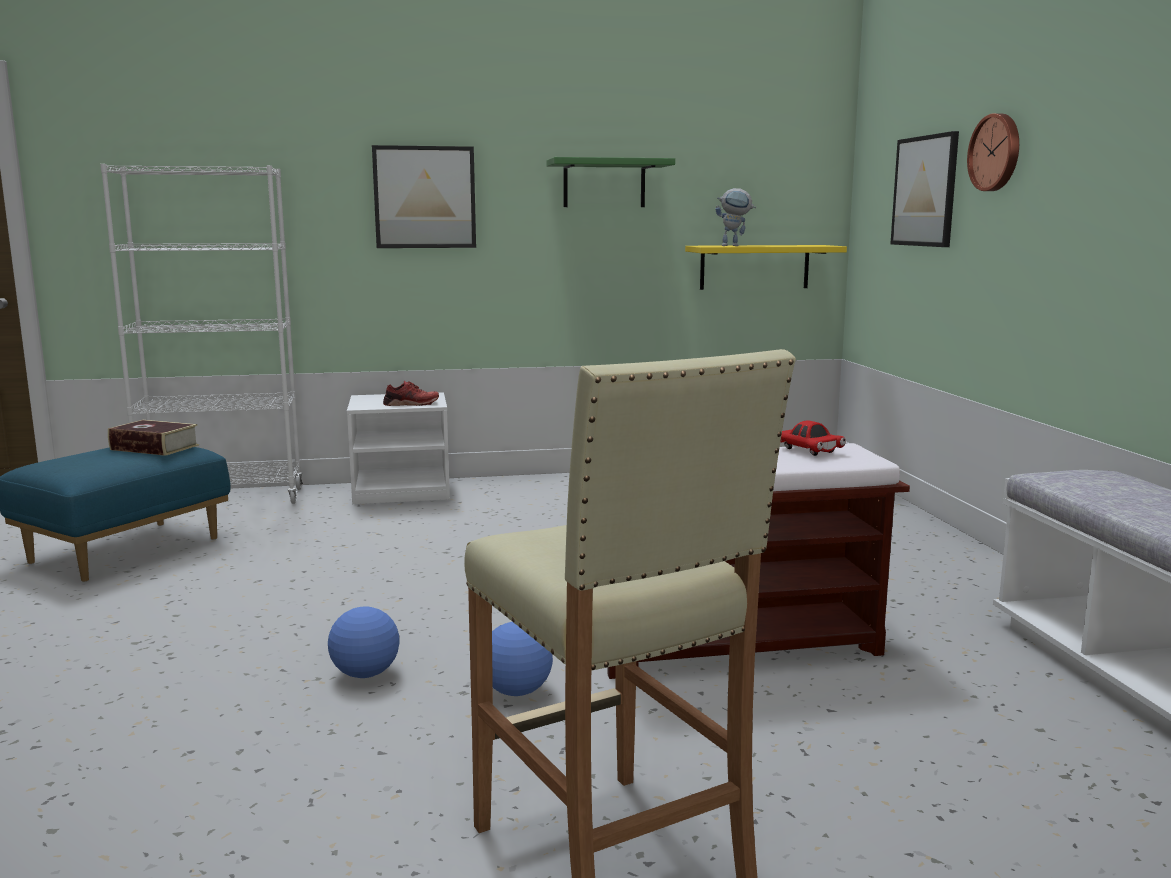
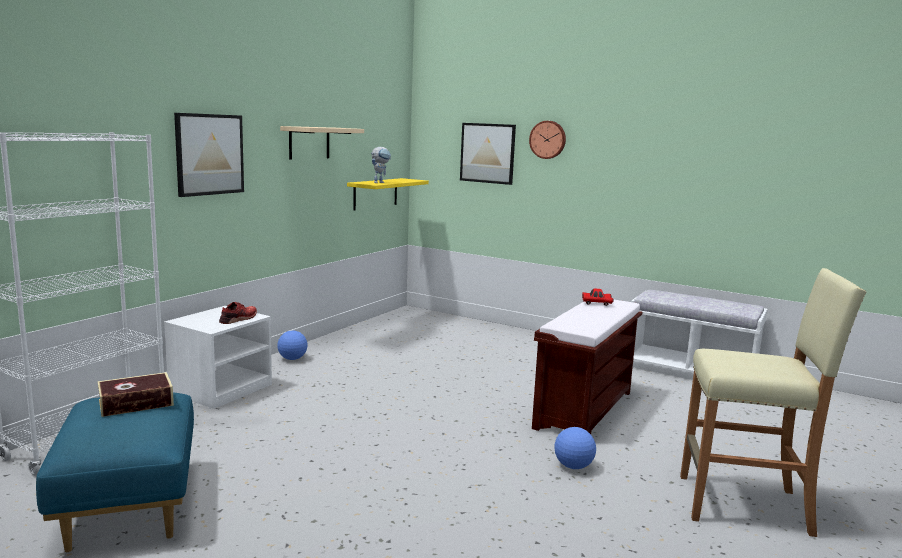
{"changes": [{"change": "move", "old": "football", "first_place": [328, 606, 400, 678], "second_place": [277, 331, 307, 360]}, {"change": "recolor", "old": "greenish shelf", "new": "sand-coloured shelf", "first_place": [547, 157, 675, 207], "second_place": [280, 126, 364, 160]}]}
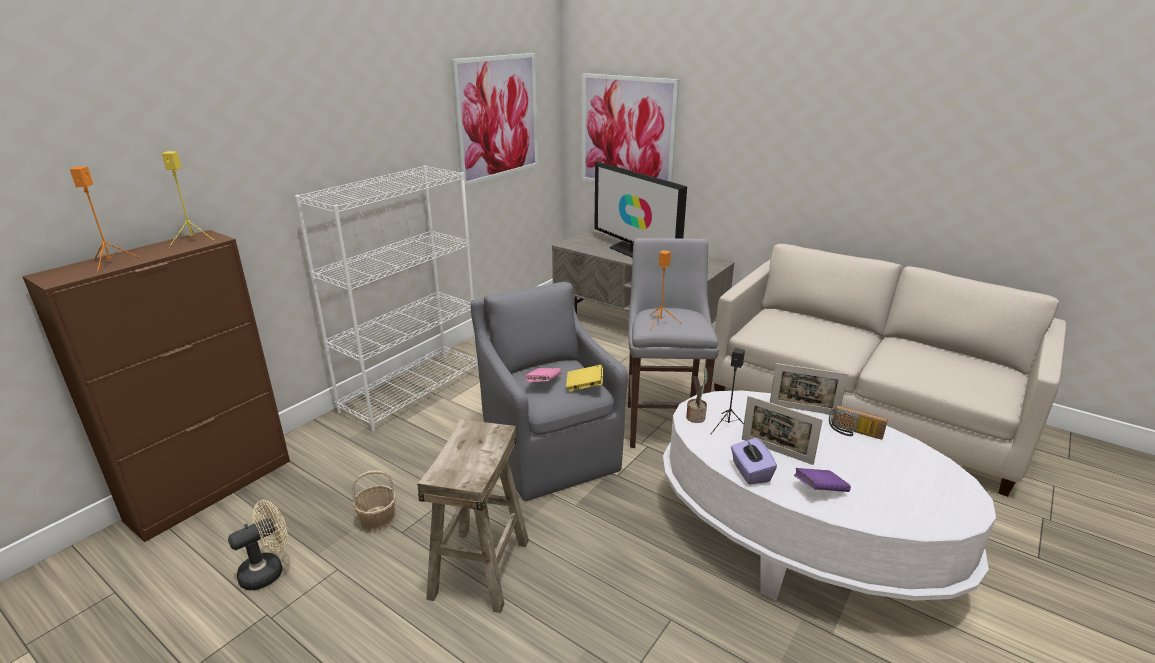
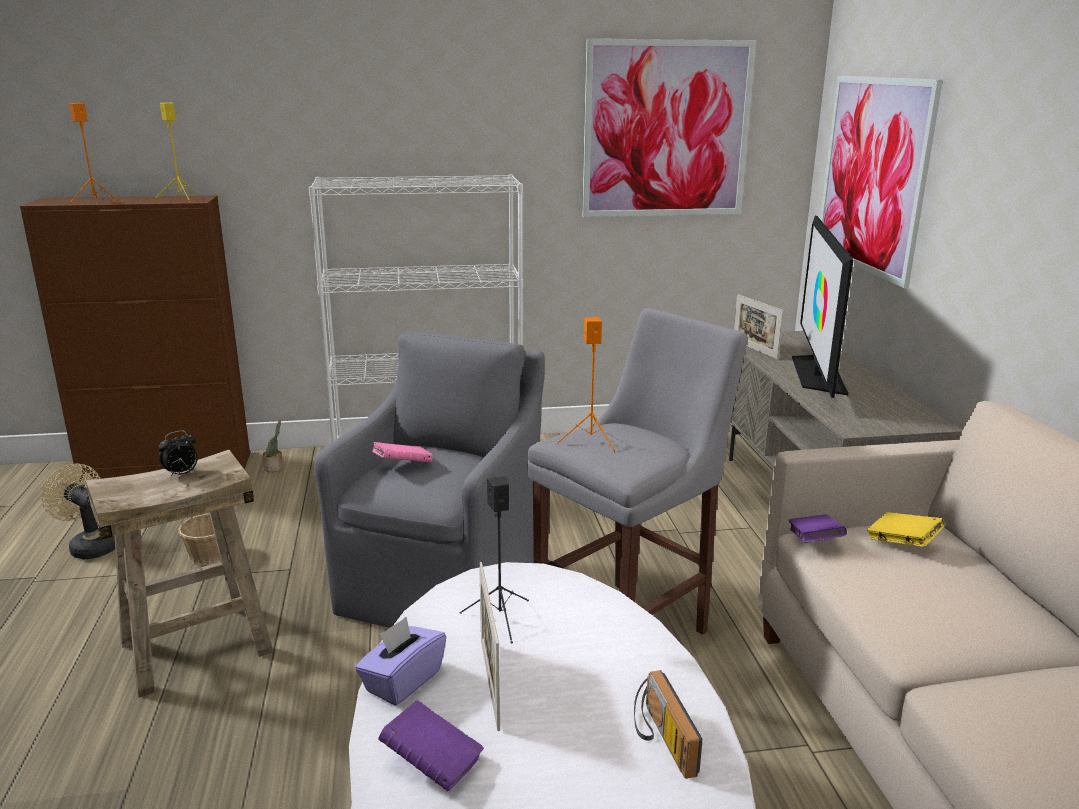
{"changes": [{"change": "rotate", "old": "sand-coloured cooling fan", "first_place": [228, 500, 288, 590], "second_place": [42, 463, 115, 559], "degrees": -150}, {"change": "insert", "new": "bedside clock", "second_place": [158, 431, 198, 478]}, {"change": "move", "old": "houseplant", "first_place": [686, 367, 708, 423], "second_place": [262, 420, 283, 472]}, {"change": "move", "old": "picture frame", "first_place": [770, 363, 848, 415], "second_place": [734, 294, 784, 359]}, {"change": "insert", "new": "purplish book", "second_place": [788, 515, 847, 543]}, {"change": "move", "old": "yellowish book", "first_place": [566, 365, 603, 391], "second_place": [867, 512, 945, 547]}]}
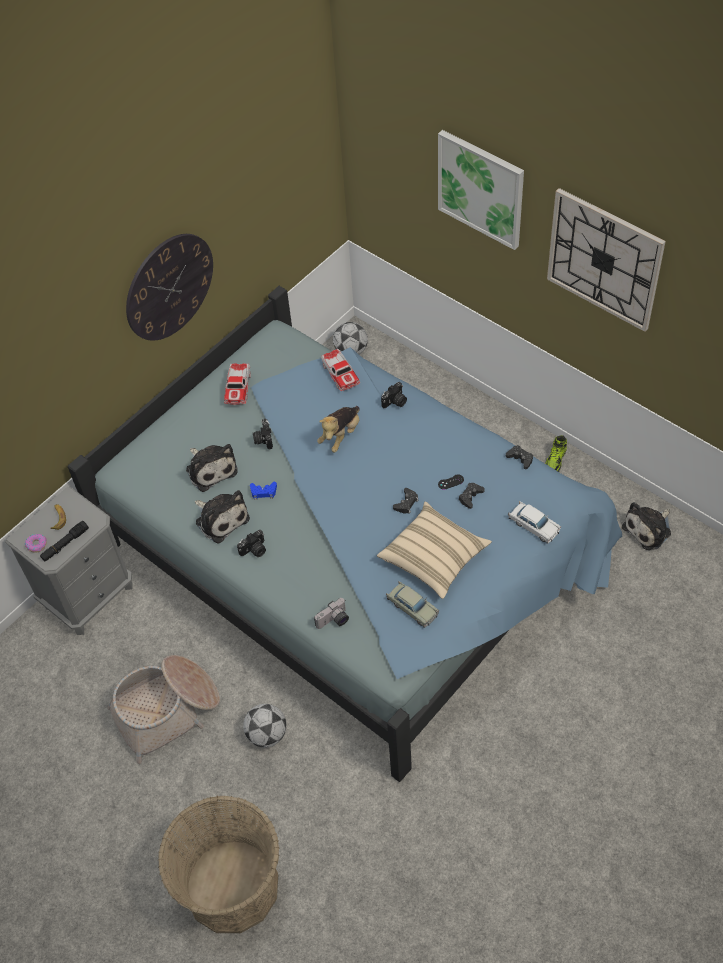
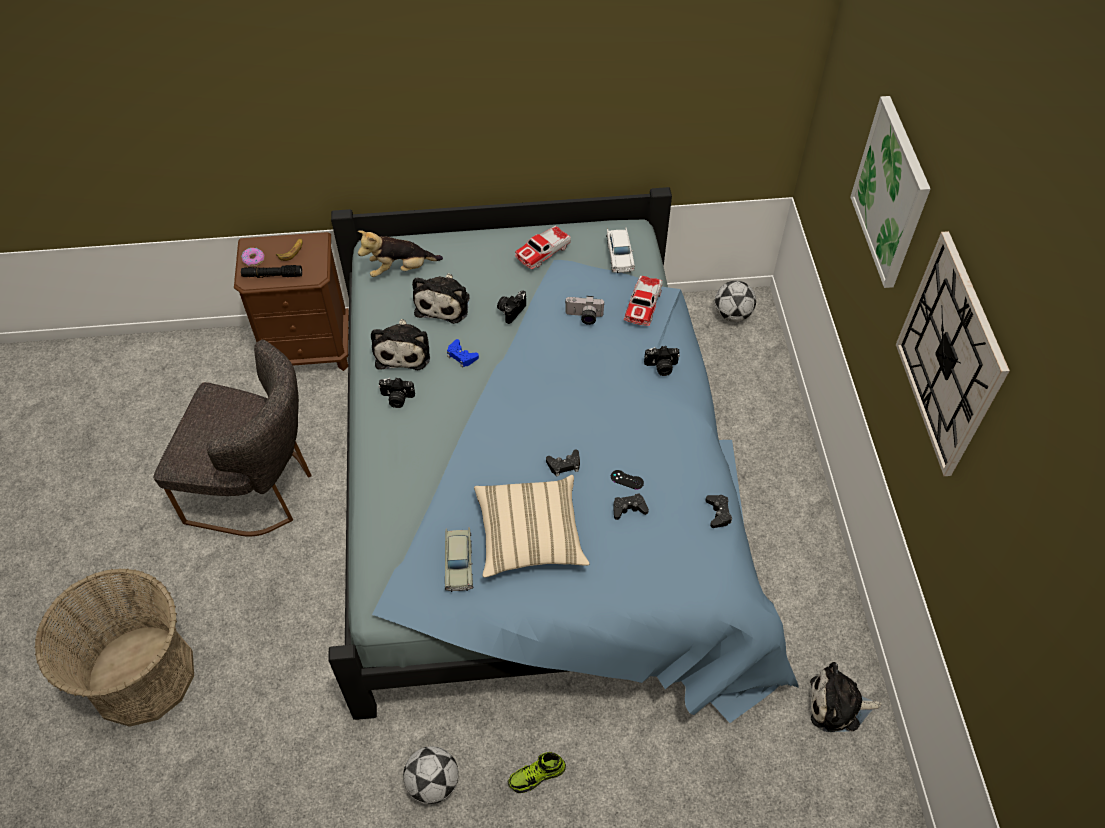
{"changes": [{"change": "replace", "old": "storage basket", "new": "gray plain chair", "first_place": [107, 655, 220, 764], "second_place": [153, 340, 312, 537]}, {"change": "recolor", "old": "gray night table", "new": "brownish night table", "first_place": [5, 486, 133, 635], "second_place": [234, 232, 349, 371]}, {"change": "move", "old": "soft toy", "first_place": [317, 406, 359, 453], "second_place": [358, 230, 443, 277]}, {"change": "move", "old": "football", "first_place": [243, 704, 286, 748], "second_place": [403, 746, 459, 804]}, {"change": "move", "old": "shoe", "first_place": [545, 435, 567, 472], "second_place": [508, 752, 566, 793]}, {"change": "move", "old": "photo camera", "first_place": [314, 598, 349, 629], "second_place": [565, 296, 604, 325]}, {"change": "move", "old": "whitish toy car", "first_place": [508, 501, 561, 544], "second_place": [606, 228, 635, 273]}, {"change": "delete", "old": "clock on the wall", "first_place": [126, 234, 213, 341]}]}
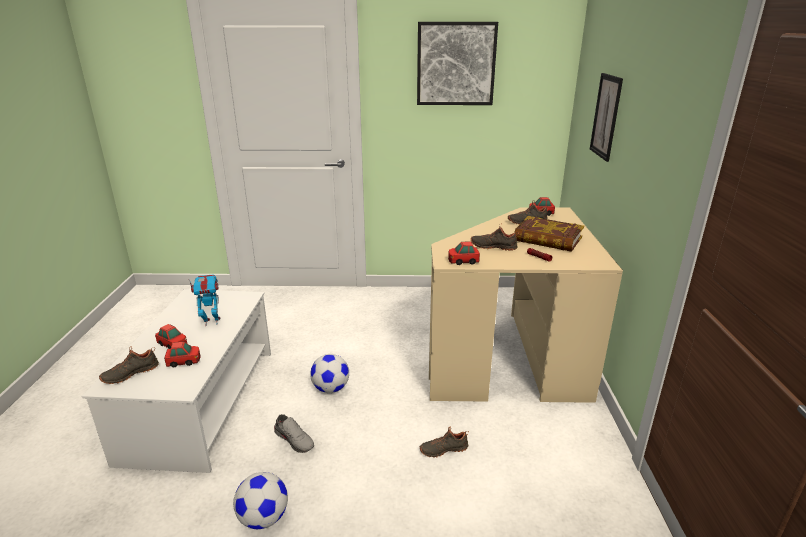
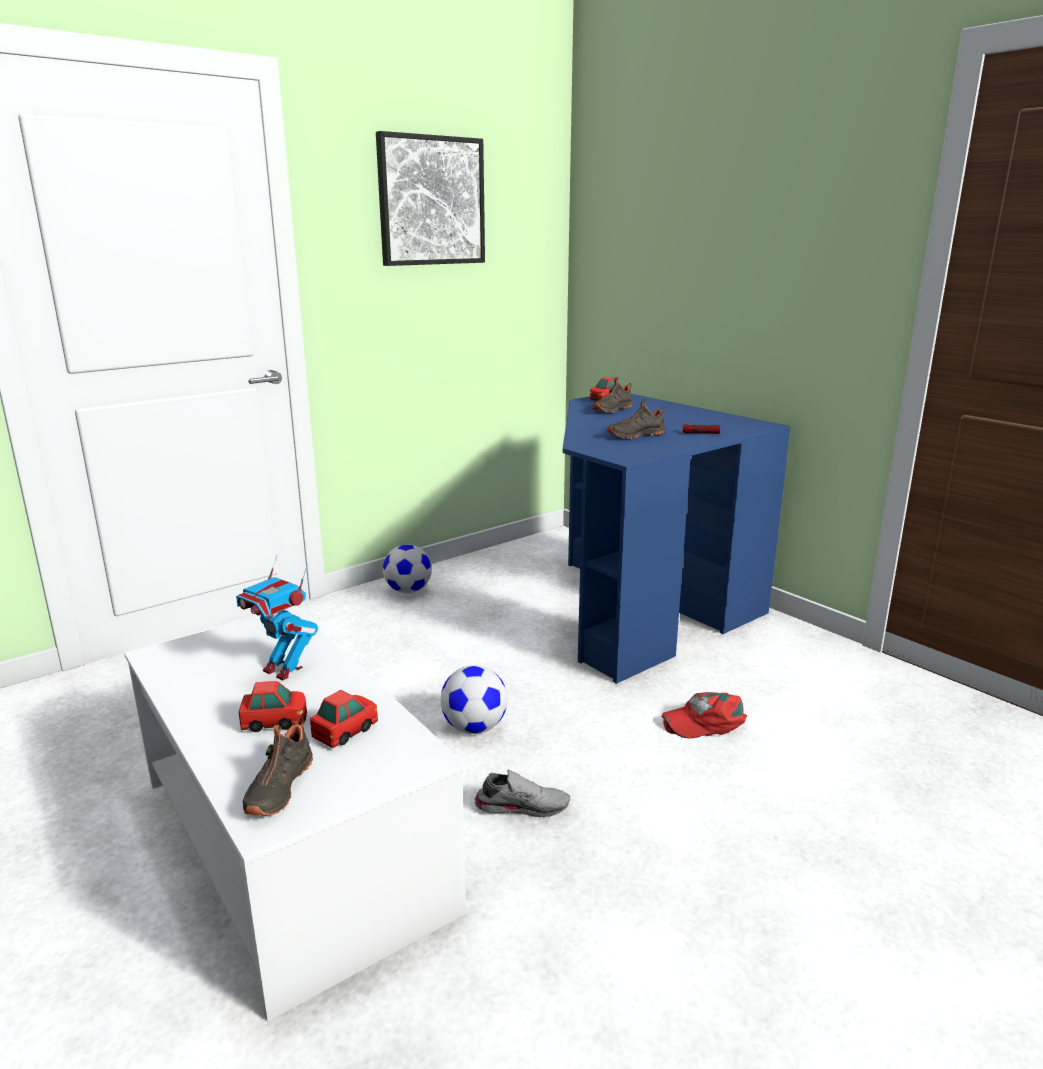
{"changes": [{"change": "rotate", "old": "model robot", "first_place": [189, 274, 220, 325], "second_place": [236, 555, 318, 680], "degrees": -90}, {"change": "move", "old": "football", "first_place": [233, 472, 288, 529], "second_place": [383, 544, 432, 593]}, {"change": "recolor", "old": "sand-coloured desk table", "new": "blue-coloured desk table", "first_place": [429, 207, 623, 403], "second_place": [563, 394, 791, 684]}, {"change": "replace", "old": "black shoe", "new": "reddish cap", "first_place": [420, 427, 469, 458], "second_place": [662, 692, 747, 738]}, {"change": "delete", "old": "toy car", "first_place": [448, 241, 480, 265]}, {"change": "delete", "old": "book", "first_place": [514, 216, 584, 252]}, {"change": "delete", "old": "wall art", "first_place": [590, 73, 623, 162]}]}
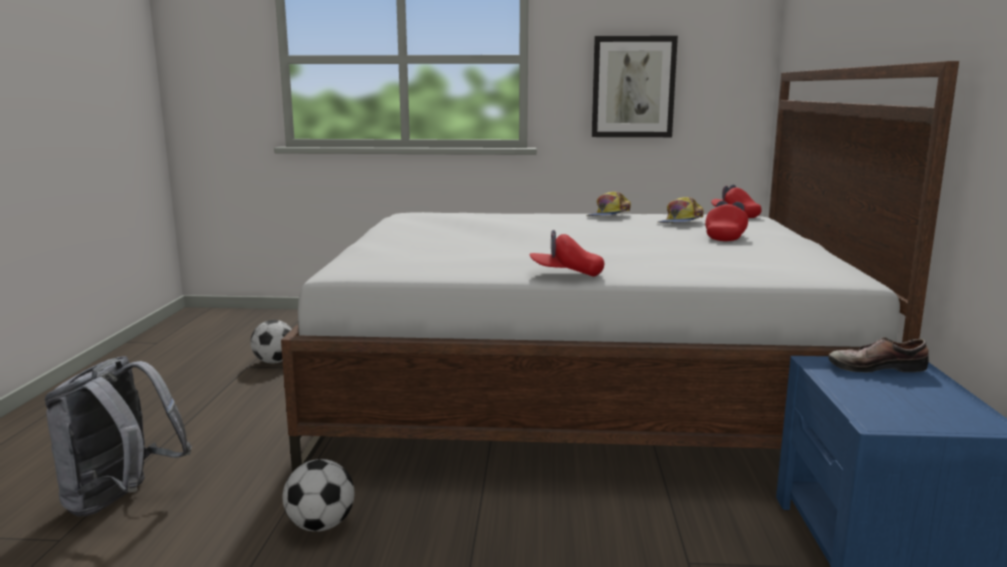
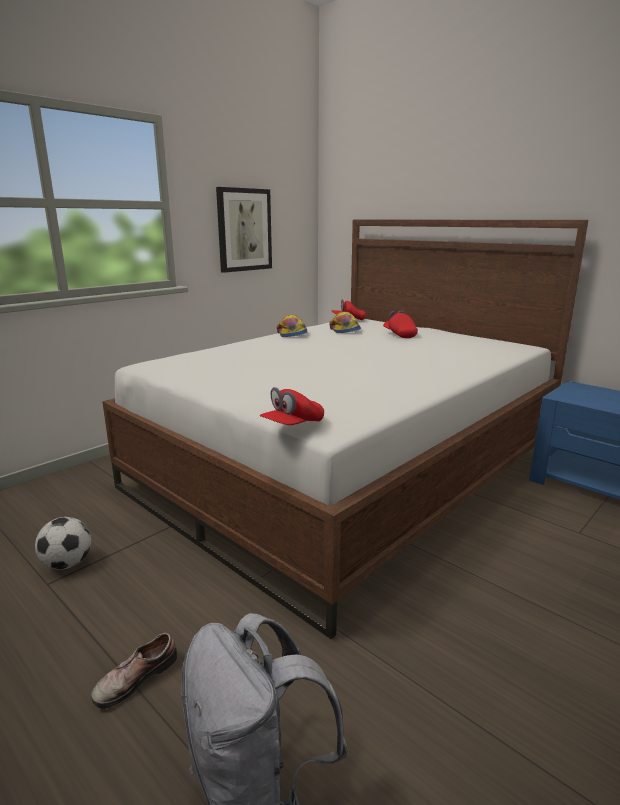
{"changes": [{"change": "move", "old": "shoe", "first_place": [828, 337, 929, 372], "second_place": [91, 633, 177, 709]}, {"change": "move", "old": "reddish cap", "first_place": [529, 230, 604, 277], "second_place": [260, 387, 324, 425]}, {"change": "delete", "old": "football", "first_place": [283, 459, 354, 532]}]}
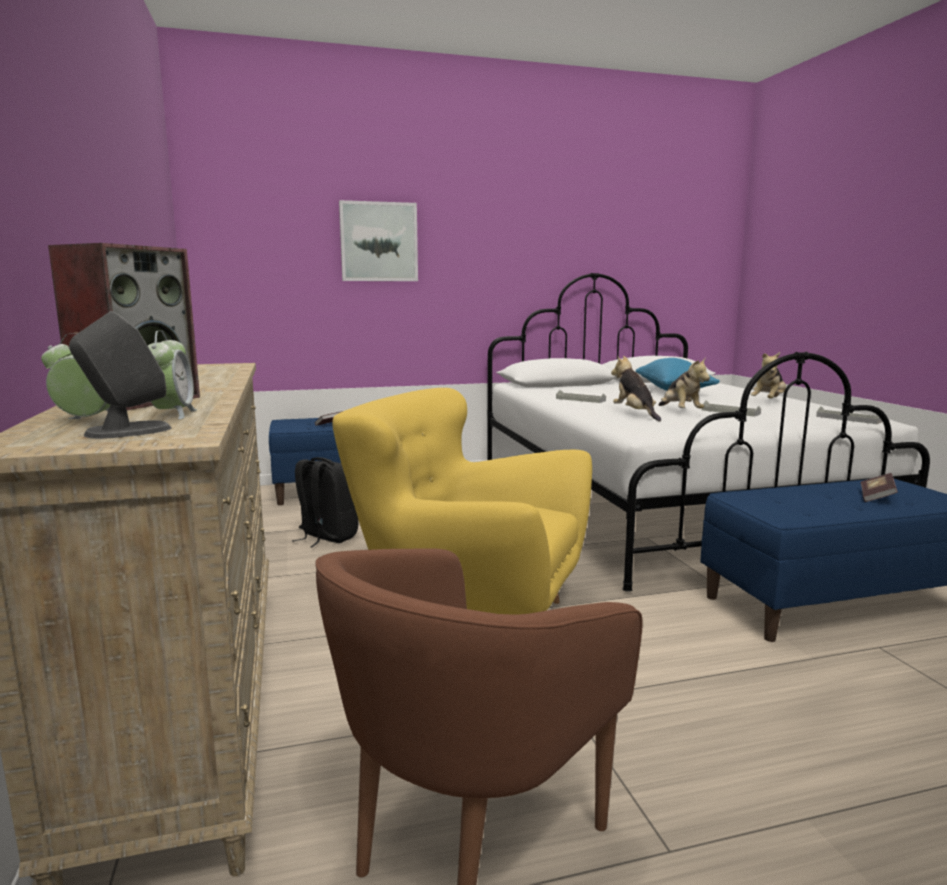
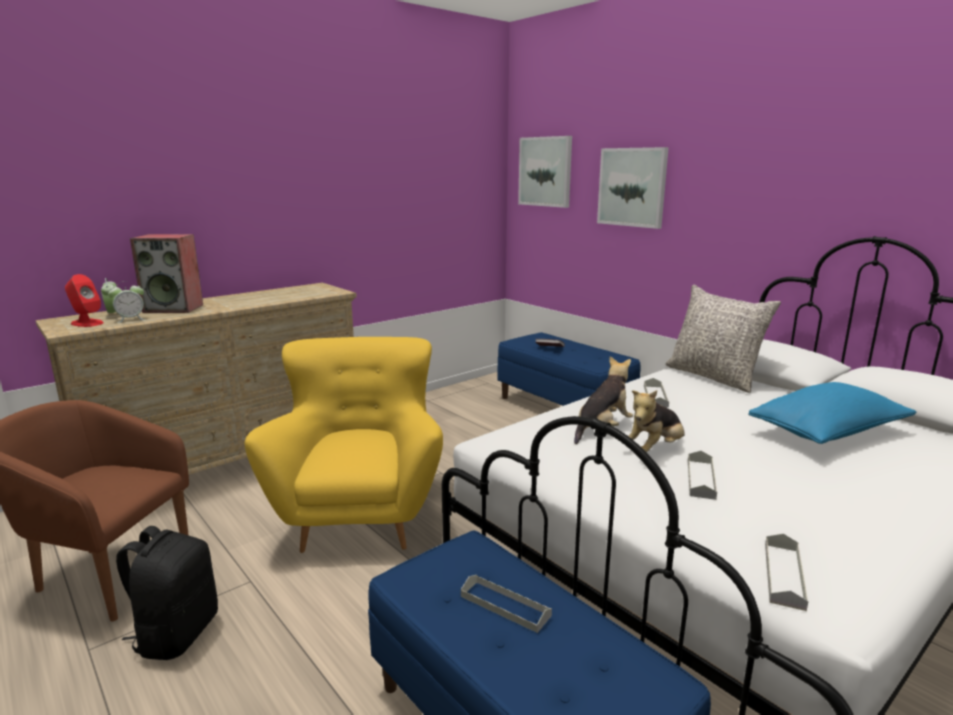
{"changes": [{"change": "recolor", "old": "gray loudspeaker", "new": "reddish loudspeaker", "first_place": [69, 311, 172, 439], "second_place": [65, 274, 104, 327]}, {"change": "move", "old": "black backpack", "first_place": [292, 457, 358, 547], "second_place": [116, 526, 218, 660]}, {"change": "insert", "new": "gray carrying tray", "second_place": [461, 575, 552, 633]}, {"change": "insert", "new": "wall art", "second_place": [518, 136, 572, 208]}, {"change": "insert", "new": "gray cushion", "second_place": [666, 285, 781, 393]}, {"change": "delete", "old": "soft toy", "first_place": [751, 352, 786, 398]}, {"change": "delete", "old": "book", "first_place": [860, 473, 898, 502]}]}
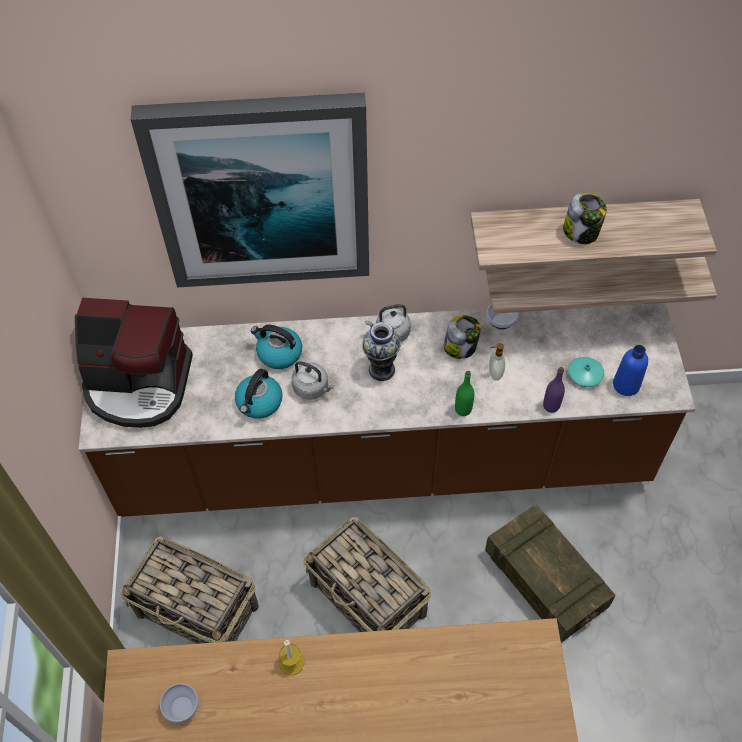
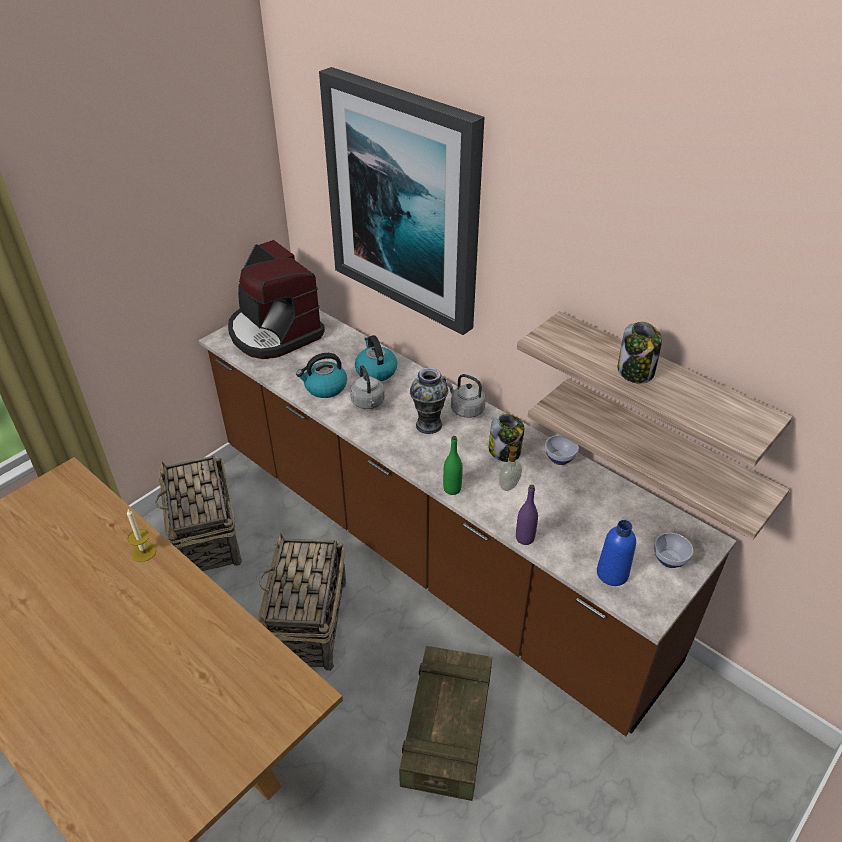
{"changes": [{"change": "move", "old": "serving bowl", "first_place": [160, 684, 199, 723], "second_place": [654, 533, 693, 568]}, {"change": "delete", "old": "turquoise vase", "first_place": [568, 357, 604, 387]}]}
